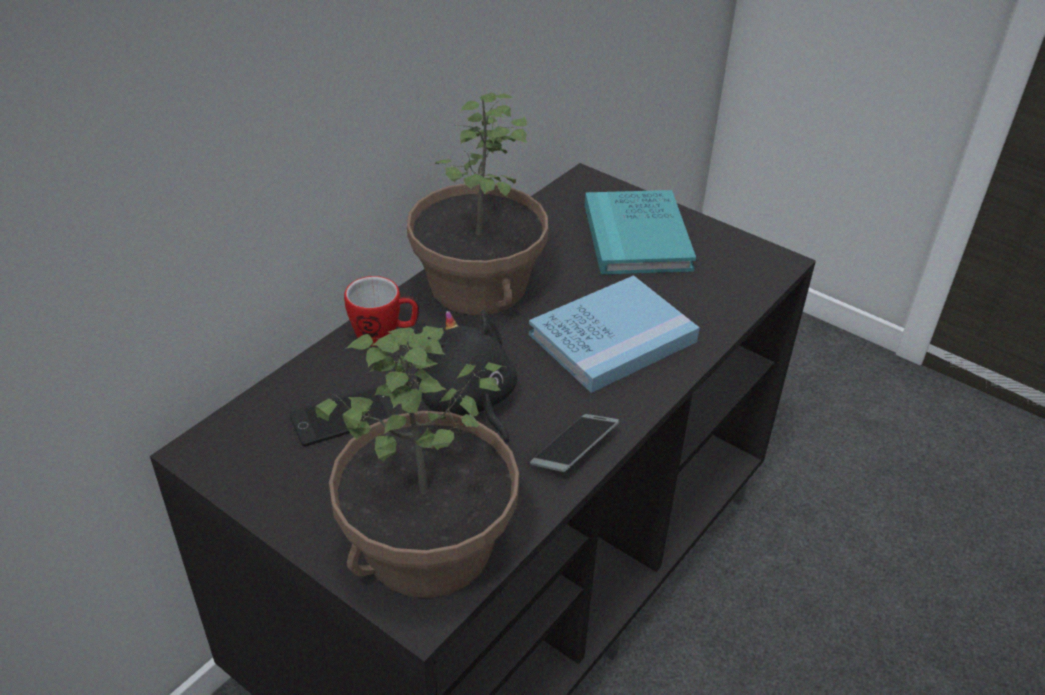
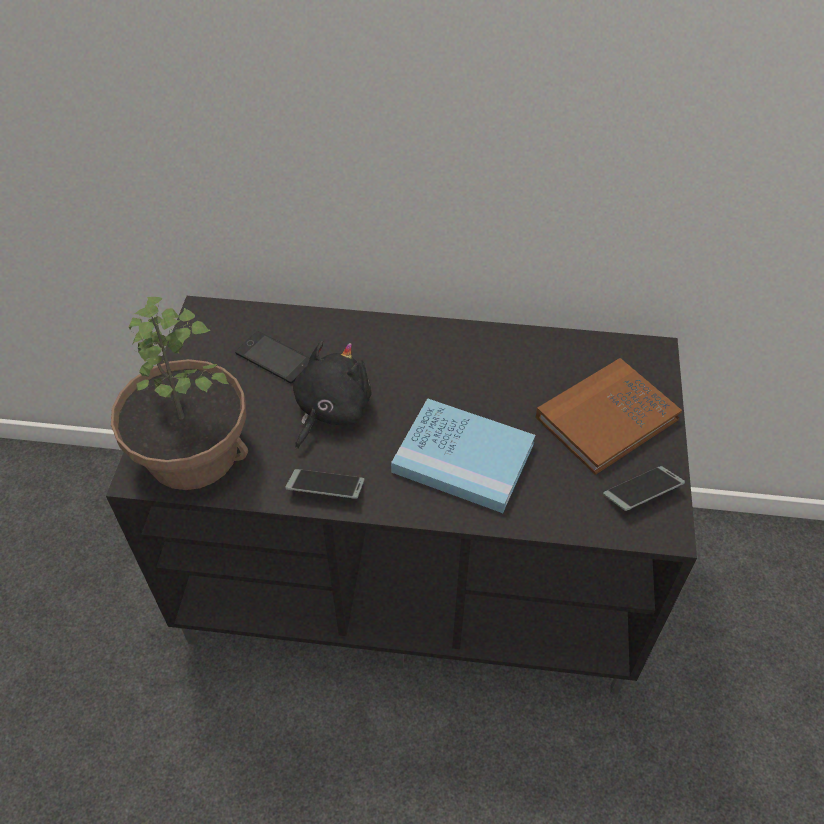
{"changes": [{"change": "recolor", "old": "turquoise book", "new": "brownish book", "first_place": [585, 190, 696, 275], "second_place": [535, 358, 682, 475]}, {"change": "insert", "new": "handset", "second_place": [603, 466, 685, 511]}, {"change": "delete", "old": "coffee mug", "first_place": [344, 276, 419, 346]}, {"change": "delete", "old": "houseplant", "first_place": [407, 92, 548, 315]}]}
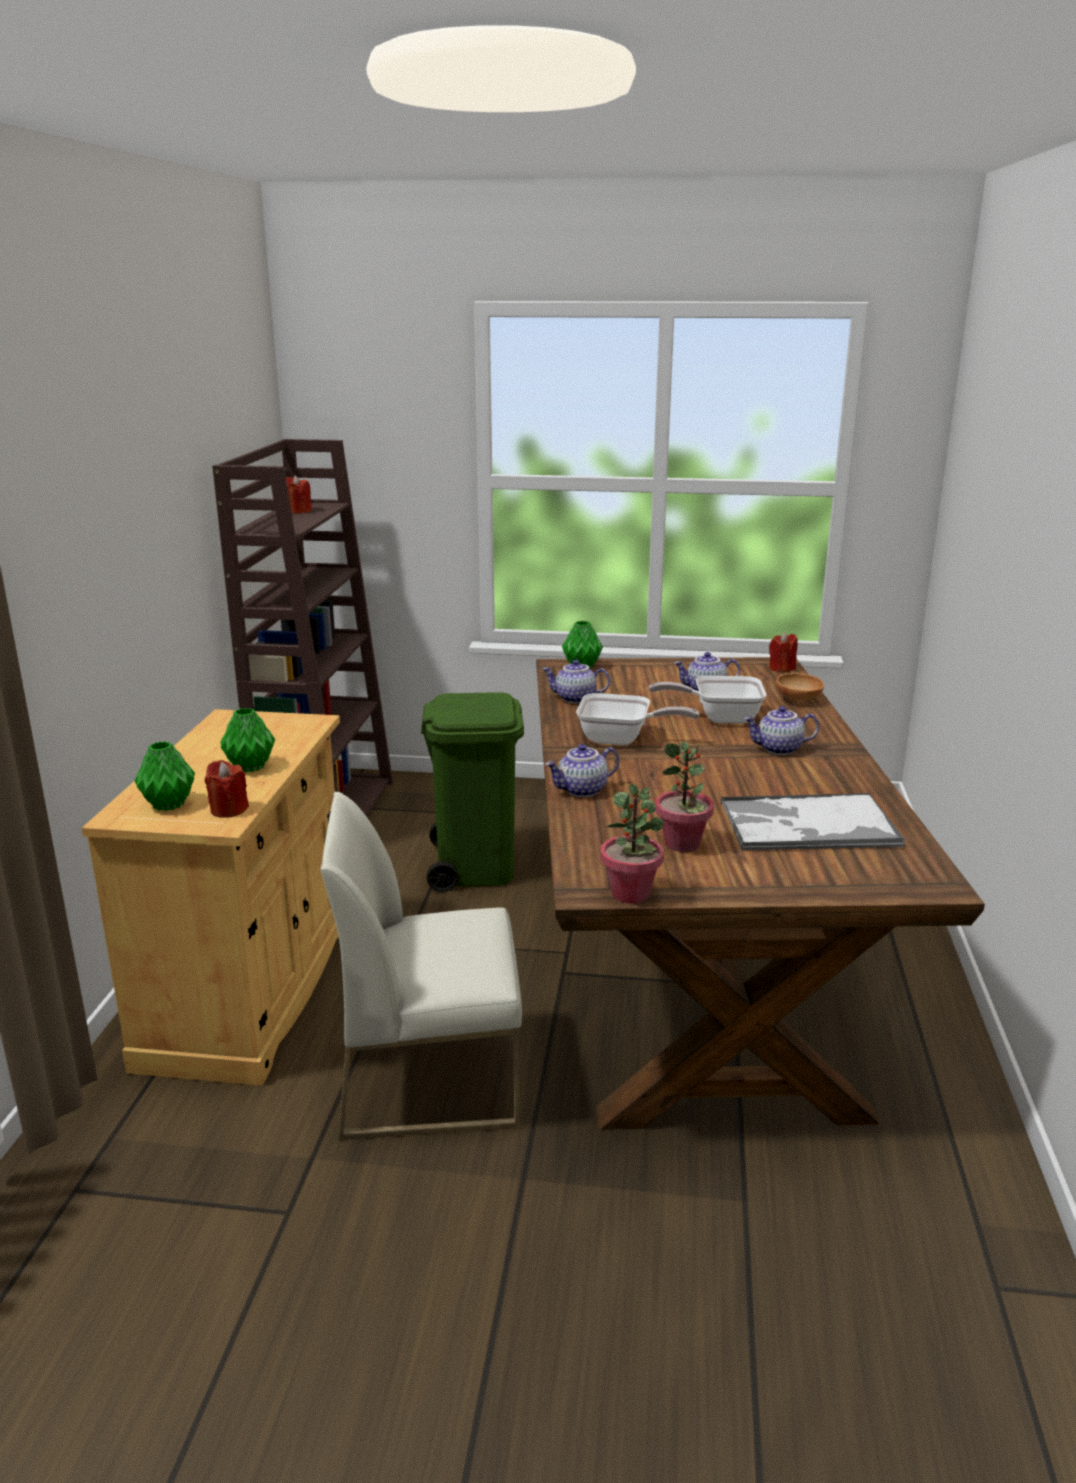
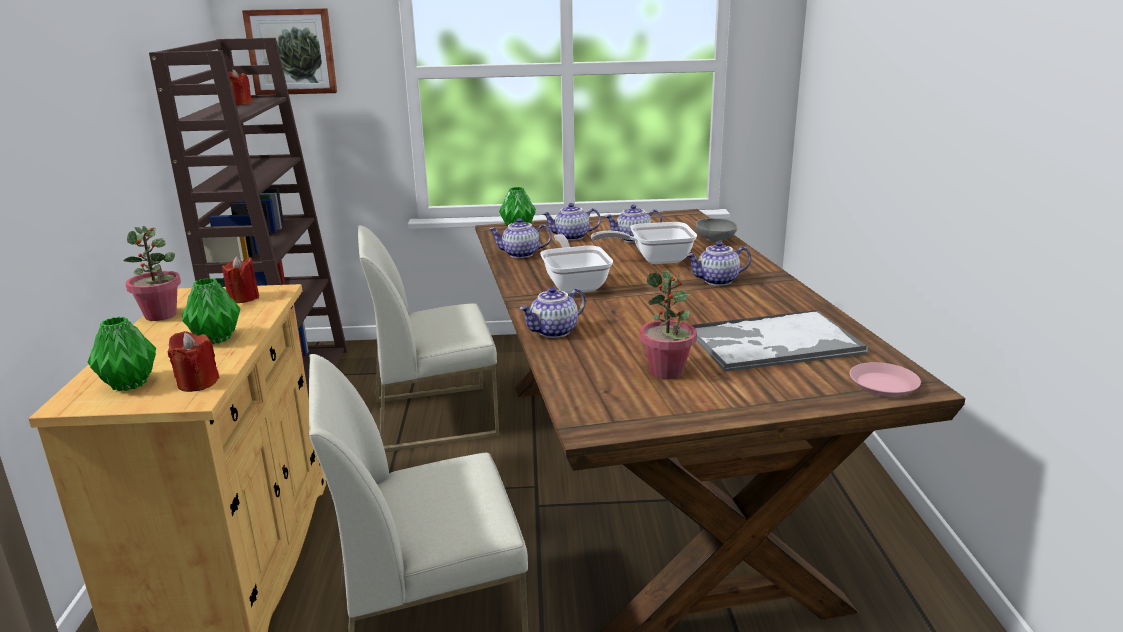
{"changes": [{"change": "move", "old": "houseplant", "first_place": [601, 784, 664, 904], "second_place": [123, 226, 181, 321]}, {"change": "move", "old": "reddish wax candle", "first_place": [769, 632, 798, 672], "second_place": [222, 256, 259, 303]}, {"change": "insert", "new": "wall art", "second_place": [242, 8, 337, 95]}, {"change": "replace", "old": "greenish trash can", "new": "whitish plain chair", "first_place": [421, 692, 524, 892], "second_place": [358, 225, 499, 452]}, {"change": "rotate", "old": "pan", "first_place": [576, 693, 699, 745], "second_place": [540, 234, 613, 294], "degrees": -105}, {"change": "insert", "new": "tea pot", "second_place": [542, 203, 601, 241]}, {"change": "recolor", "old": "brownish serving bowl", "new": "gray serving bowl", "first_place": [776, 673, 824, 702], "second_place": [696, 218, 737, 242]}, {"change": "insert", "new": "pinkish dinner plate", "second_place": [850, 362, 921, 397]}]}
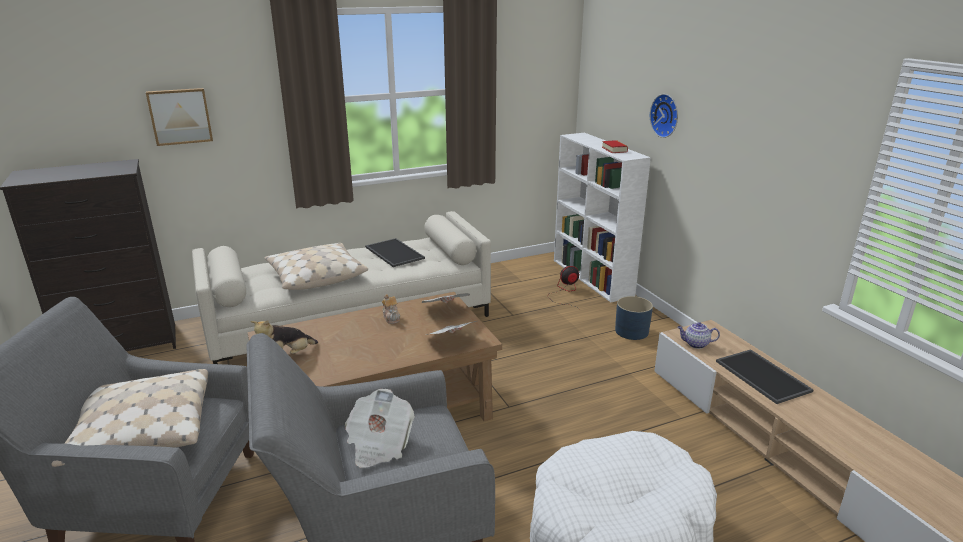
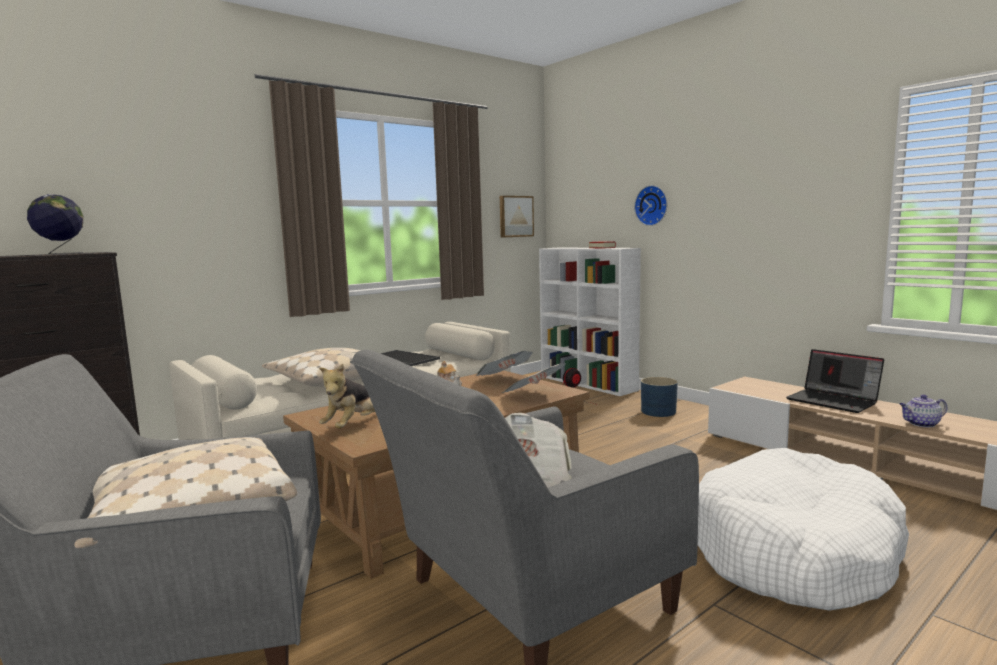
{"changes": [{"change": "insert", "new": "globe", "second_place": [27, 194, 83, 254]}, {"change": "move", "old": "wall art", "first_place": [146, 88, 213, 146], "second_place": [500, 196, 534, 238]}, {"change": "replace", "old": "carrying tray", "new": "portable computer", "first_place": [716, 349, 814, 404], "second_place": [786, 349, 884, 413]}, {"change": "move", "old": "tea pot", "first_place": [677, 322, 720, 349], "second_place": [899, 394, 947, 427]}]}
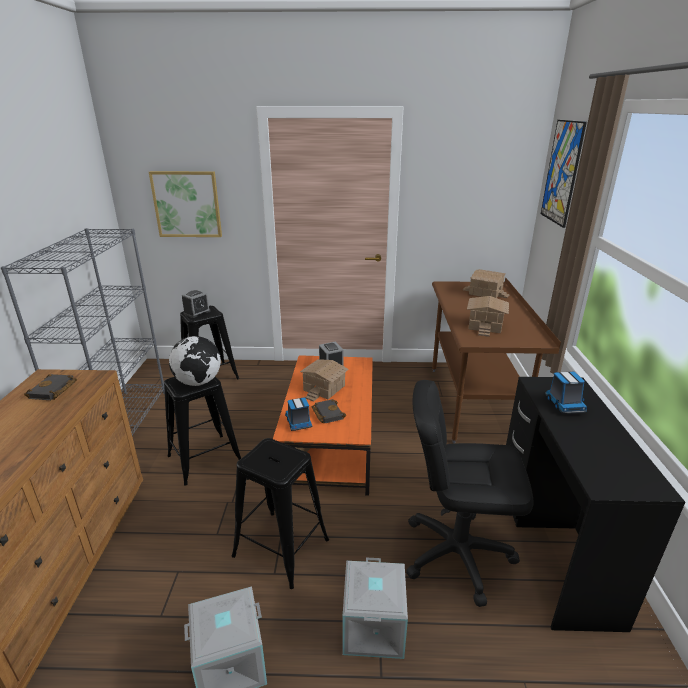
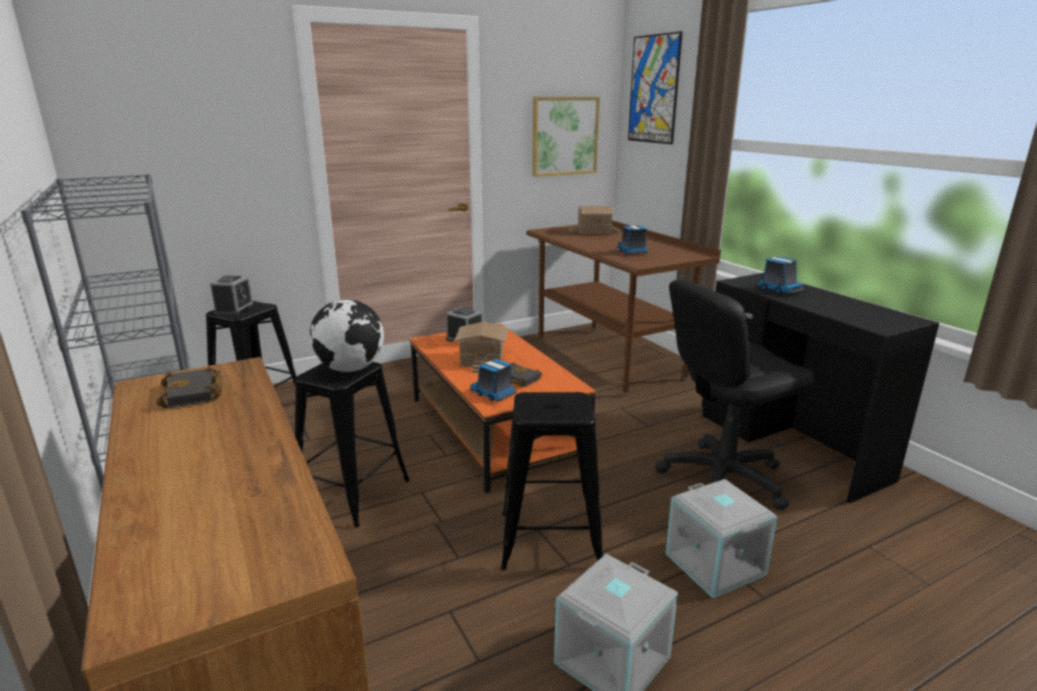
{"changes": [{"change": "move", "old": "wall art", "first_place": [149, 171, 222, 237], "second_place": [532, 97, 600, 177]}, {"change": "replace", "old": "model house", "new": "model truck", "first_place": [467, 296, 509, 337], "second_place": [617, 226, 649, 254]}]}
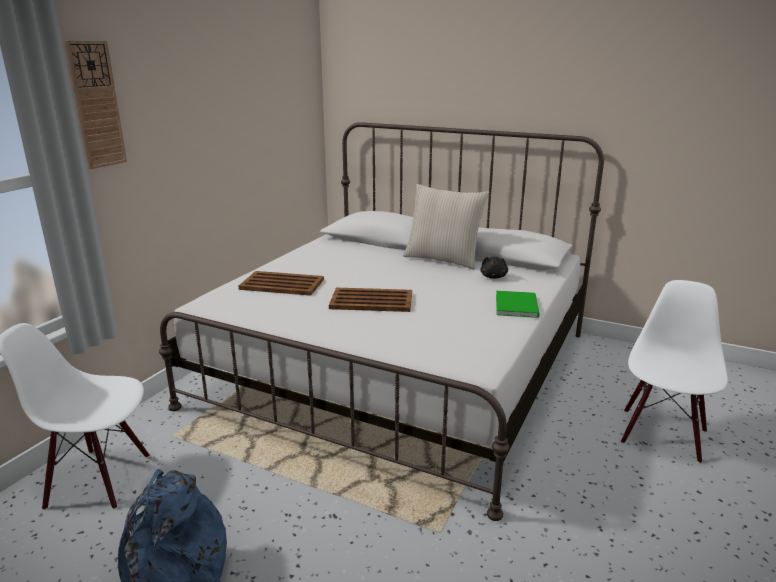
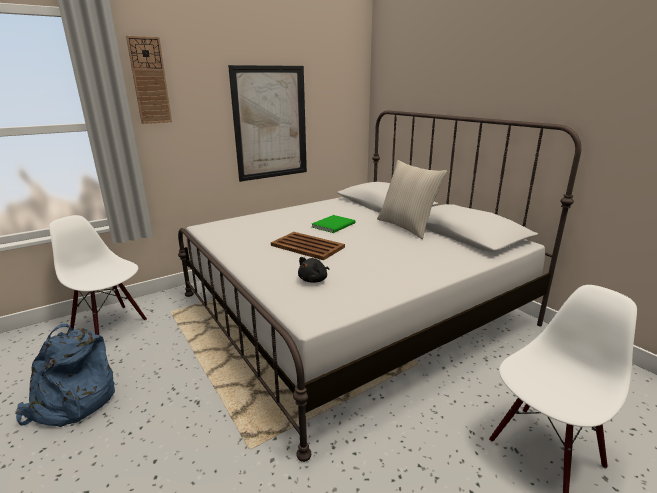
{"changes": [{"change": "insert", "new": "wall art", "second_place": [228, 65, 307, 182]}, {"change": "move", "old": "black soft toy", "first_place": [480, 256, 508, 279], "second_place": [298, 257, 329, 283]}, {"change": "move", "old": "greenish book", "first_place": [496, 291, 540, 318], "second_place": [312, 215, 355, 233]}, {"change": "delete", "old": "brownish carrying tray", "first_place": [238, 271, 324, 296]}]}
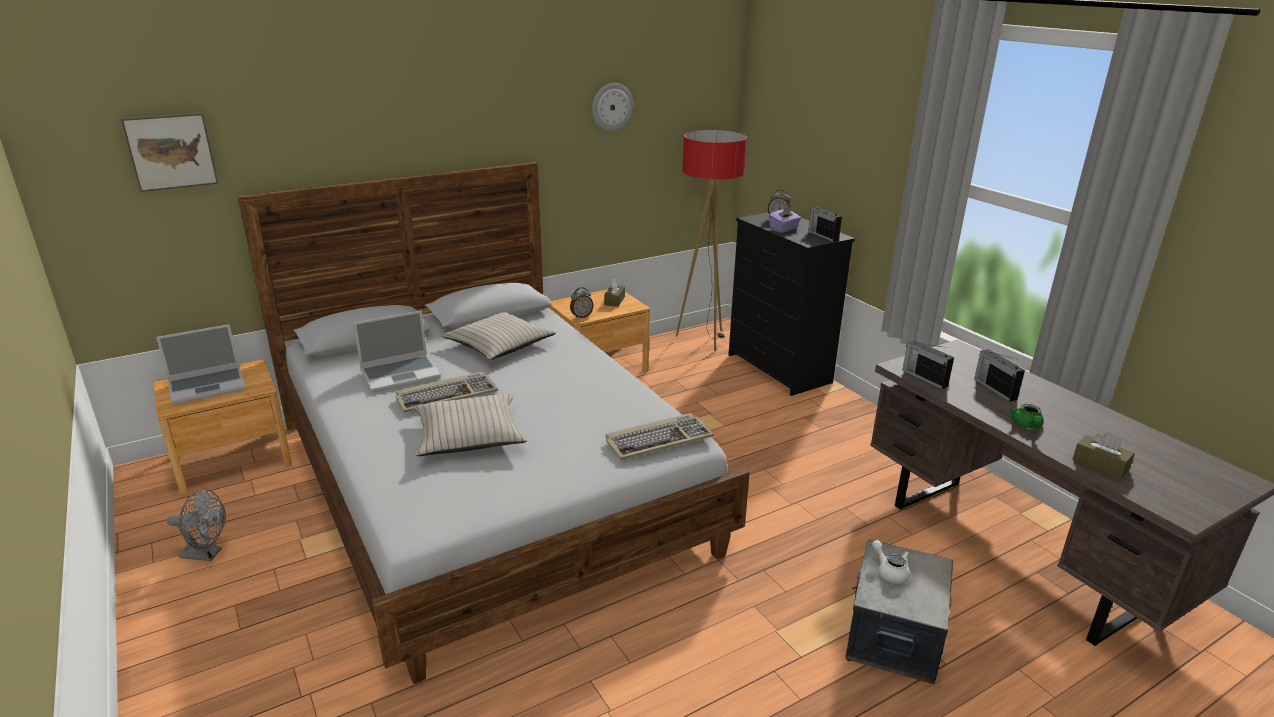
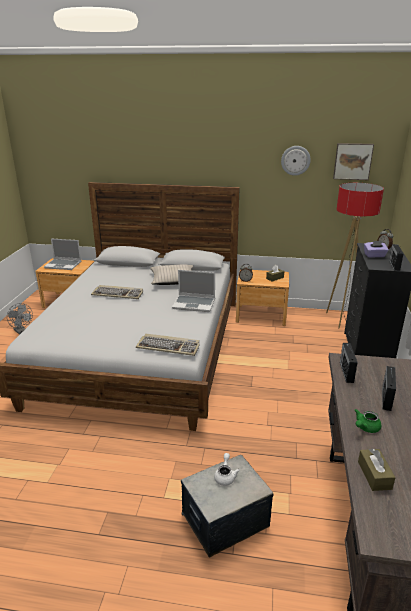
{"changes": [{"change": "move", "old": "portable computer", "first_place": [353, 311, 441, 392], "second_place": [172, 270, 215, 312]}, {"change": "move", "old": "wall art", "first_place": [121, 112, 218, 192], "second_place": [333, 143, 374, 180]}, {"change": "delete", "old": "sand-coloured cushion", "first_place": [414, 393, 527, 456]}]}
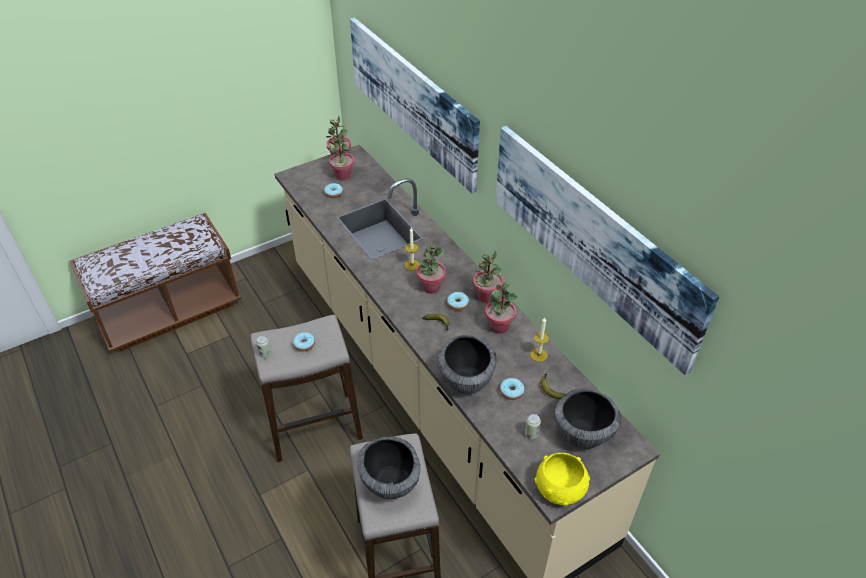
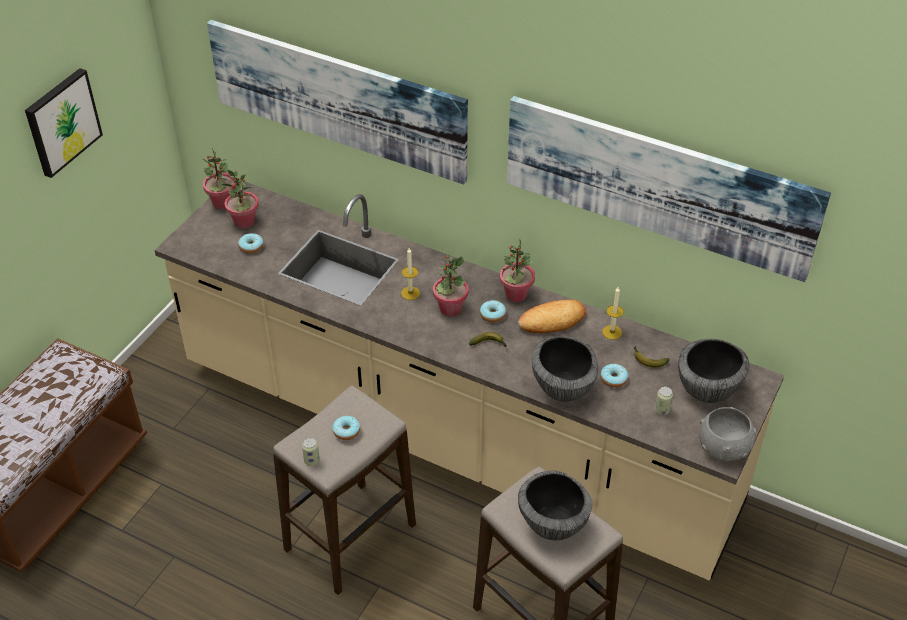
{"changes": [{"change": "insert", "new": "wall art", "second_place": [25, 68, 103, 178]}, {"change": "replace", "old": "houseplant", "new": "bakery bread", "first_place": [485, 282, 518, 334], "second_place": [518, 299, 586, 333]}, {"change": "recolor", "old": "yellowish serving bowl", "new": "gray serving bowl", "first_place": [535, 453, 590, 506], "second_place": [699, 407, 757, 461]}]}
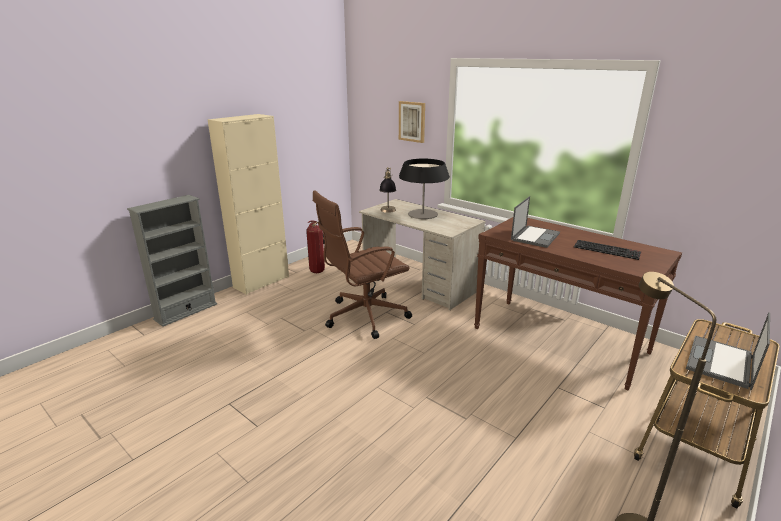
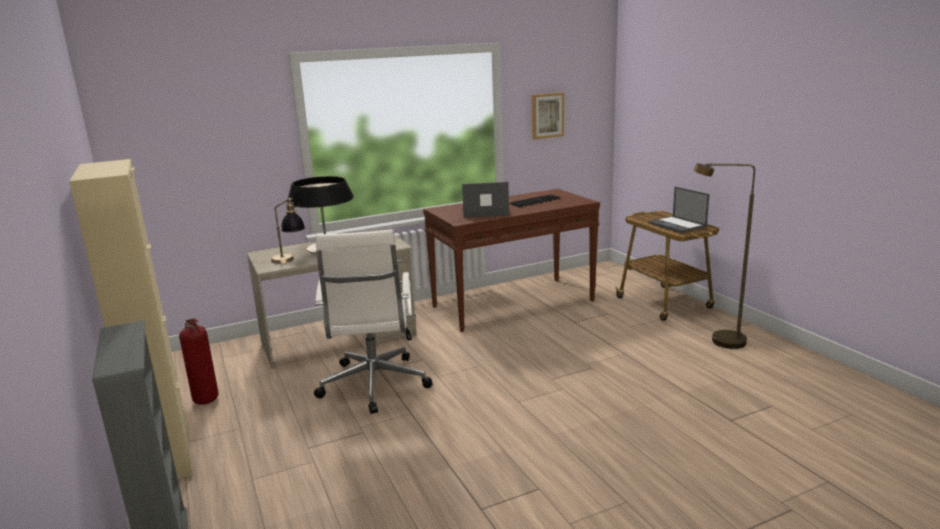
{"changes": [{"change": "recolor", "old": "brownish office chair", "new": "whitish office chair", "first_place": [313, 191, 412, 339], "second_place": [314, 229, 433, 414]}, {"change": "rotate", "old": "portable computer", "first_place": [511, 196, 560, 248], "second_place": [462, 182, 509, 218], "degrees": -60}, {"change": "move", "old": "wall art", "first_place": [399, 101, 425, 143], "second_place": [532, 92, 564, 139]}]}
